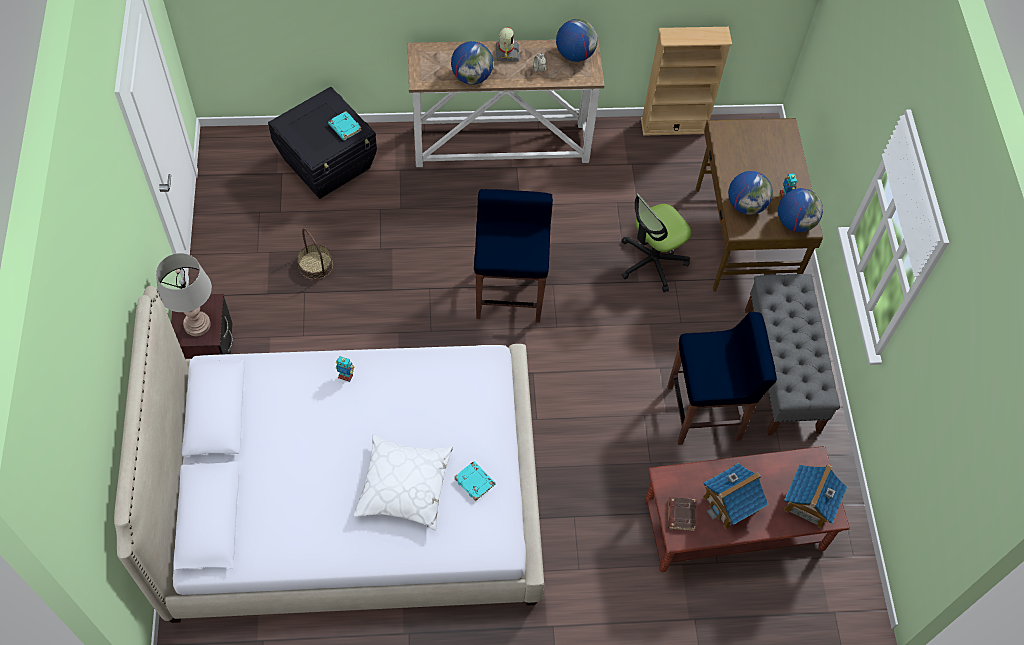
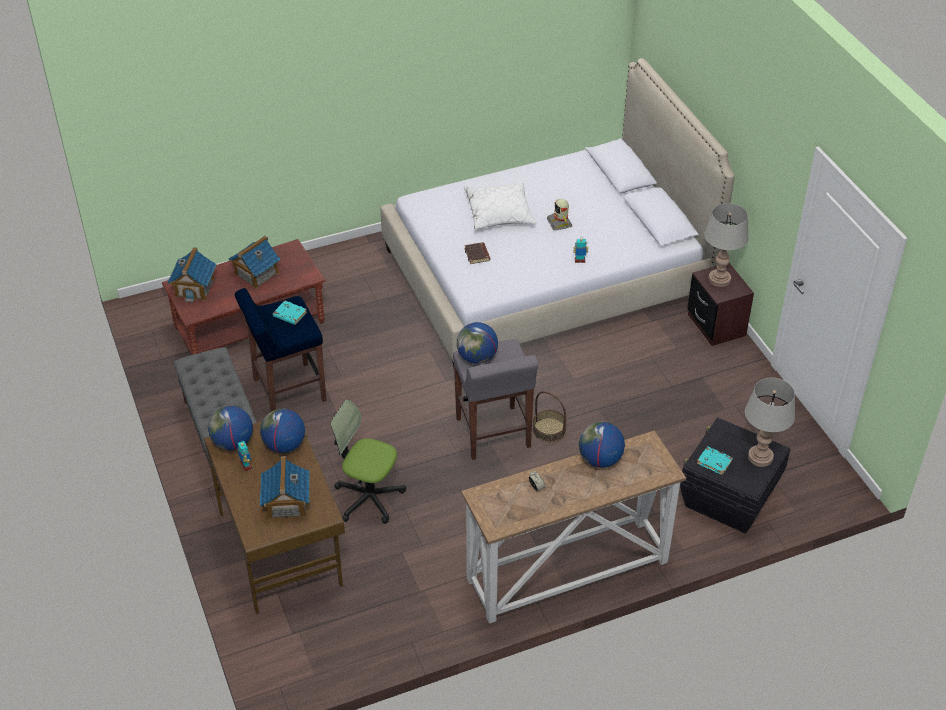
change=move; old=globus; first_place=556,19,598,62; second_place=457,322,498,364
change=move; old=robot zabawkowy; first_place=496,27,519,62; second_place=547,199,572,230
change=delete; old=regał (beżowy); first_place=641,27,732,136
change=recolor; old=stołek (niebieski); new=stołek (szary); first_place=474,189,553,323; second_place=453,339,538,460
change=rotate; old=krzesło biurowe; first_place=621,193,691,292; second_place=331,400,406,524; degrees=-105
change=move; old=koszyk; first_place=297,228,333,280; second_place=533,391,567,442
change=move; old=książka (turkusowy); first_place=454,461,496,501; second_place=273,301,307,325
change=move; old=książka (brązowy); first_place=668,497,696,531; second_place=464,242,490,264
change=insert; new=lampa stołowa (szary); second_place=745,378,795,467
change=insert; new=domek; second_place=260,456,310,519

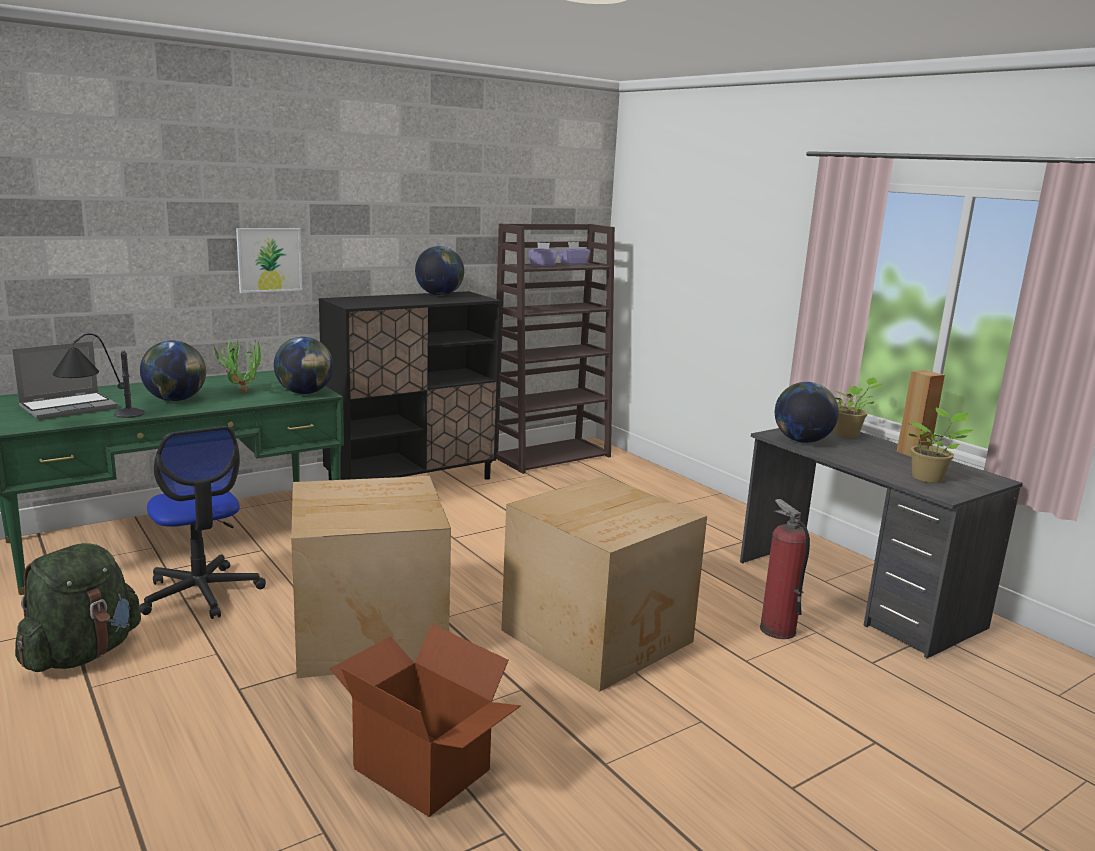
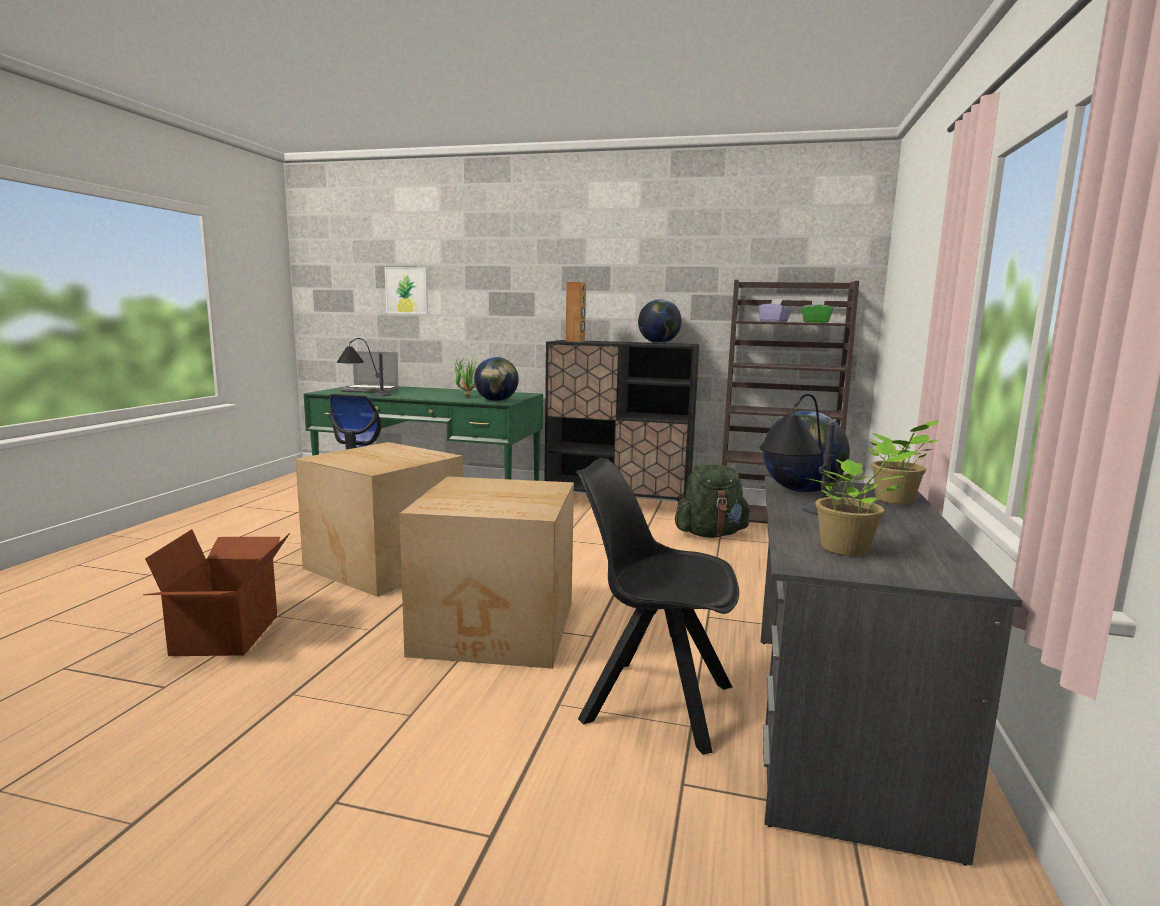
change=move; old=obraz; first_place=236,228,302,293; second_place=385,267,428,314
change=recolor; old=pudełko chusteczek (fioletowy); new=pudełko chusteczek (zielony); first_place=558,242,590,265; second_place=802,299,833,323
change=delete; old=globus; first_place=140,340,206,401
change=move; old=głośnik (brązowy); first_place=897,370,945,457; second_place=566,282,586,342
change=replace; old=gaśnica; new=krzesło (czarny); first_place=760,499,810,639; second_place=576,458,739,755
change=move; old=plecak (zielony); first_place=15,543,141,672; second_place=675,465,750,538
change=insert; new=lampa stołowa; second_place=759,394,835,515

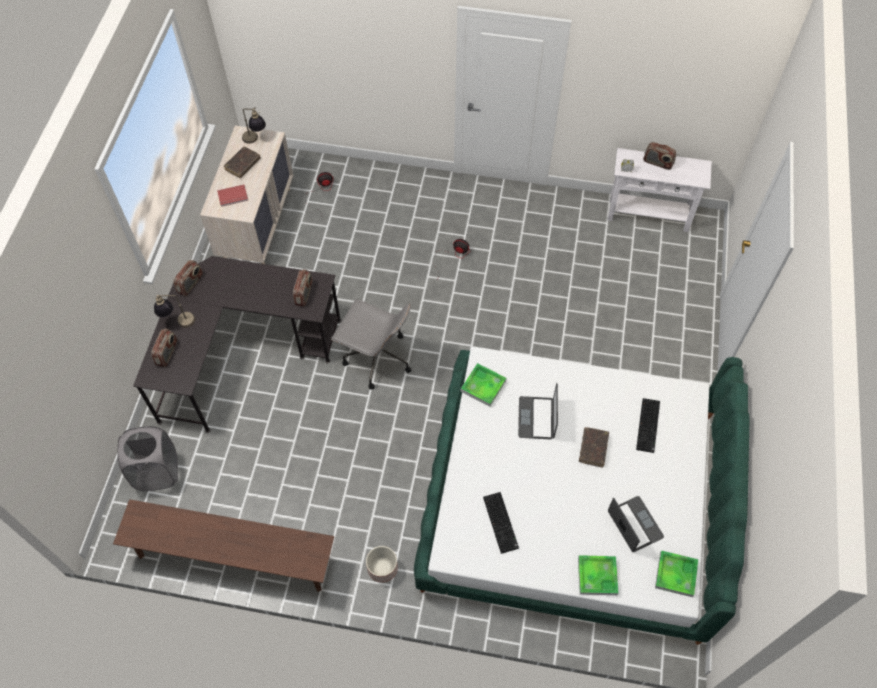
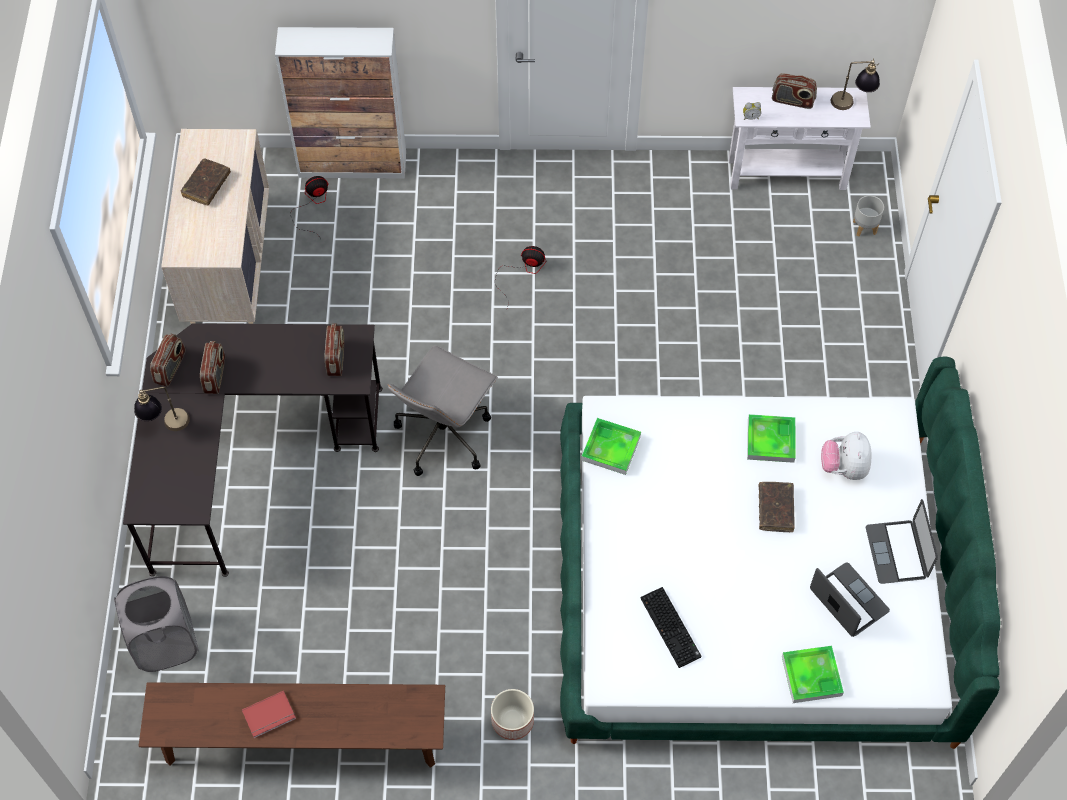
change=move; old=lampa stołowa; first_place=242,107,266,144; second_place=831,58,880,110
change=move; old=książka (czerwony); first_place=217,184,248,207; second_place=242,691,296,738
change=rotate; old=krzesło biurowe (szary); first_place=331,299,411,390; second_place=387,345,498,476; degrees=105
change=move; old=radio; first_place=151,329,177,367; second_place=200,341,225,394
change=move; old=laptop; first_place=518,383,558,440; second_place=866,499,938,584
change=replace; old=klawiatura; new=pluszak; first_place=636,398,660,453; second_place=821,432,871,480
change=move; old=taca; first_place=655,550,699,597; second_place=747,414,795,463
change=insert; new=szafka; second_place=275,27,406,179
change=insert; new=donica (szary); second_place=853,195,884,237

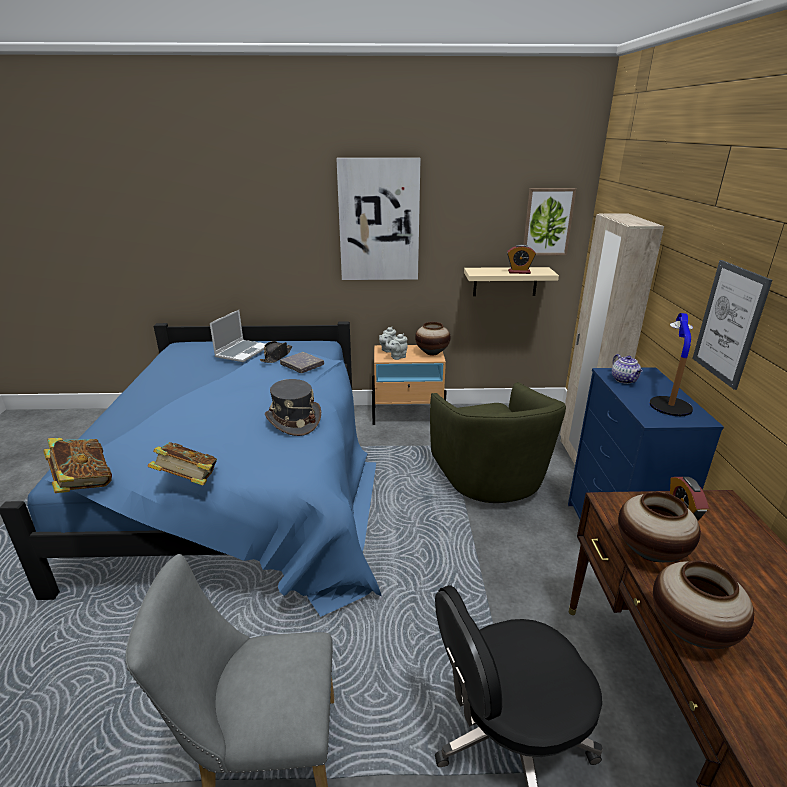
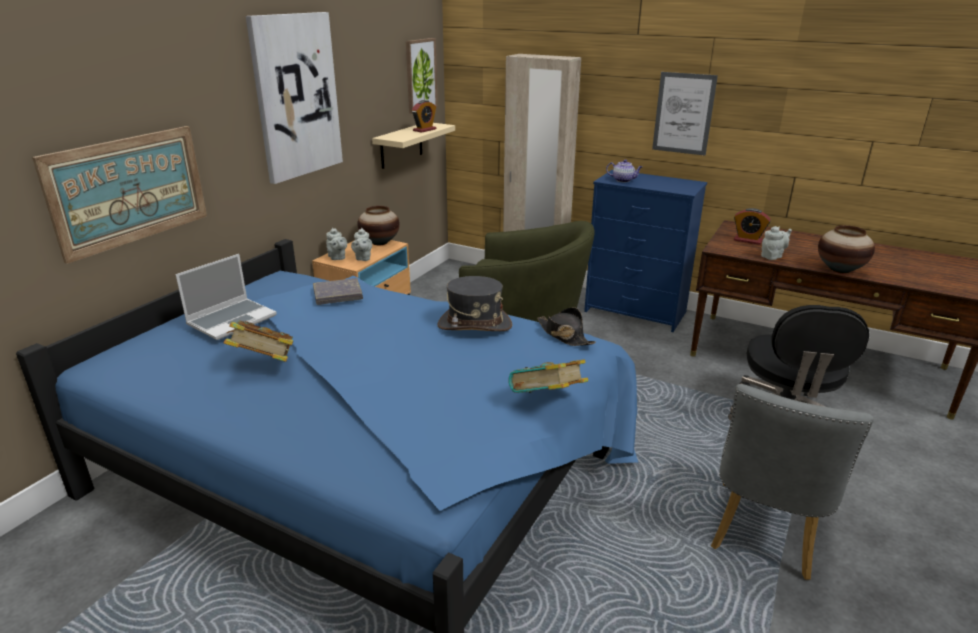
change=rotate; old=laptop; first_place=210,310,266,362; second_place=175,254,277,340; degrees=75
change=delete; old=lampa stołowa; first_place=650,313,693,416
change=move; old=kapelusz (czarny); first_place=260,341,292,363; second_place=537,307,596,346
change=move; old=książka; first_place=44,438,112,493; second_place=224,320,293,362
change=replace; old=wazon; new=imbryk (szary); first_place=618,491,700,562; second_place=761,226,792,260
change=insert; new=obraz; second_place=32,126,207,264

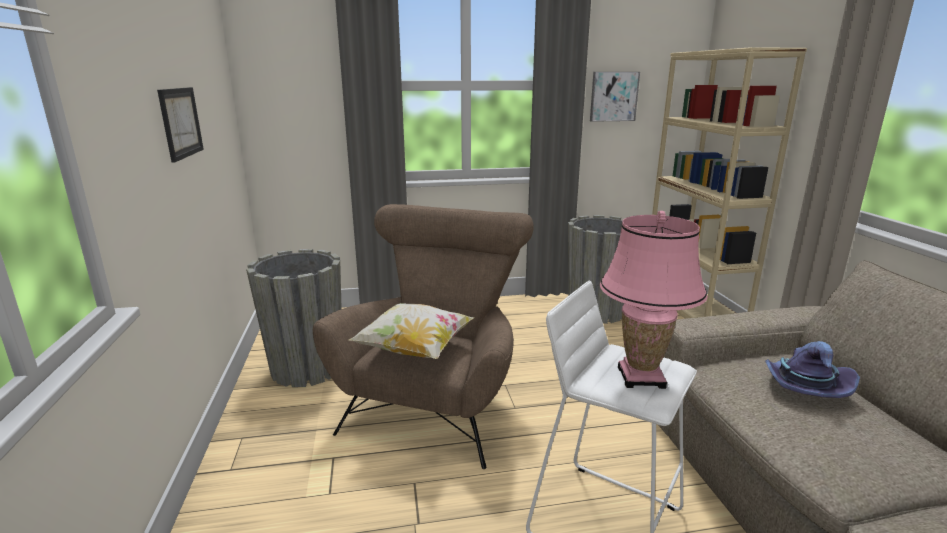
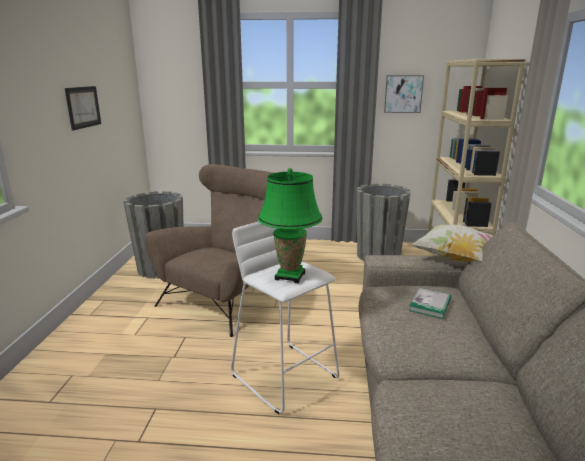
change=recolor; old=lampa stołowa (różowy); new=lampa stołowa (zielony); first_place=600,211,708,389; second_place=258,168,322,283
change=move; old=poduszka; first_place=349,303,474,359; second_place=410,225,493,262
change=replace; old=kapelusz (fioletowy); new=książka; first_place=765,341,860,398; second_place=409,288,451,319

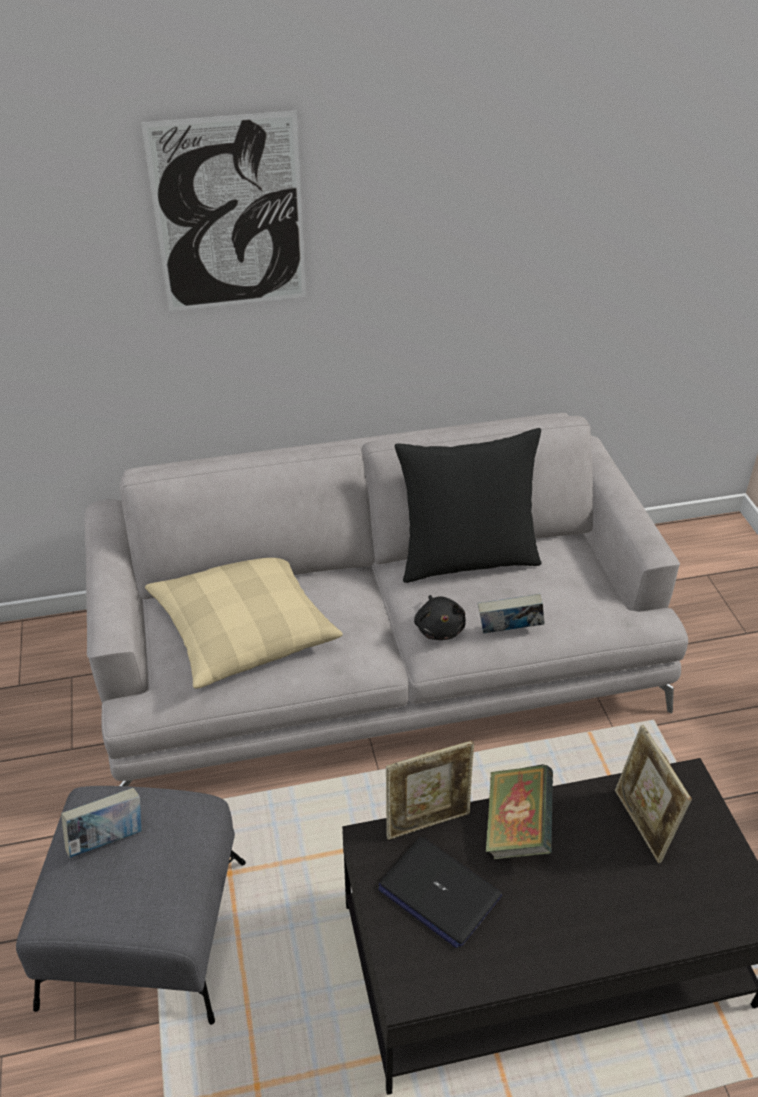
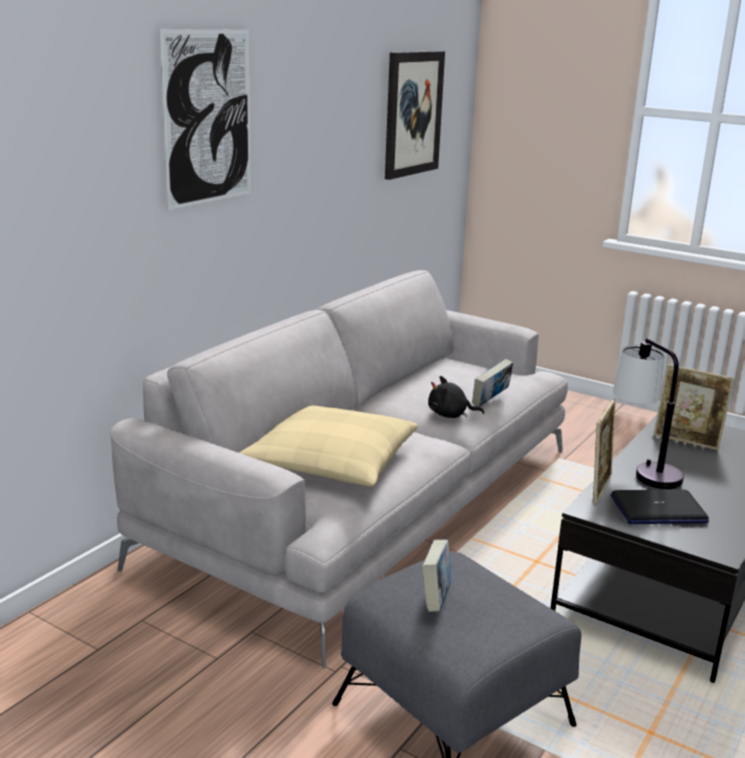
change=delete; old=poduszka (czarny); first_place=395,428,542,583
change=rotate; old=pluszak (czarny); first_place=414,595,466,640; second_place=428,376,484,418; degrees=150
change=replace; old=książka; new=lampa stołowa; first_place=485,764,553,860; second_place=613,338,684,489
change=insert; new=obraz; second_place=385,51,445,180

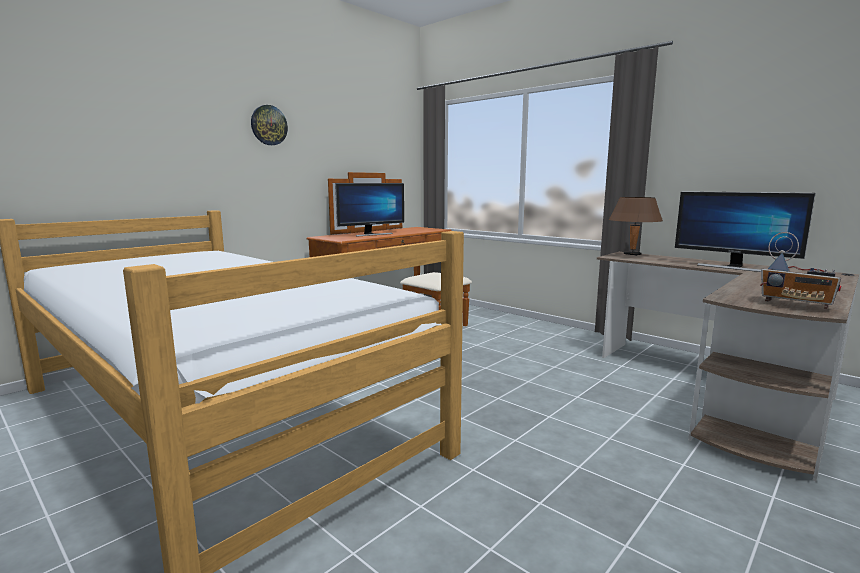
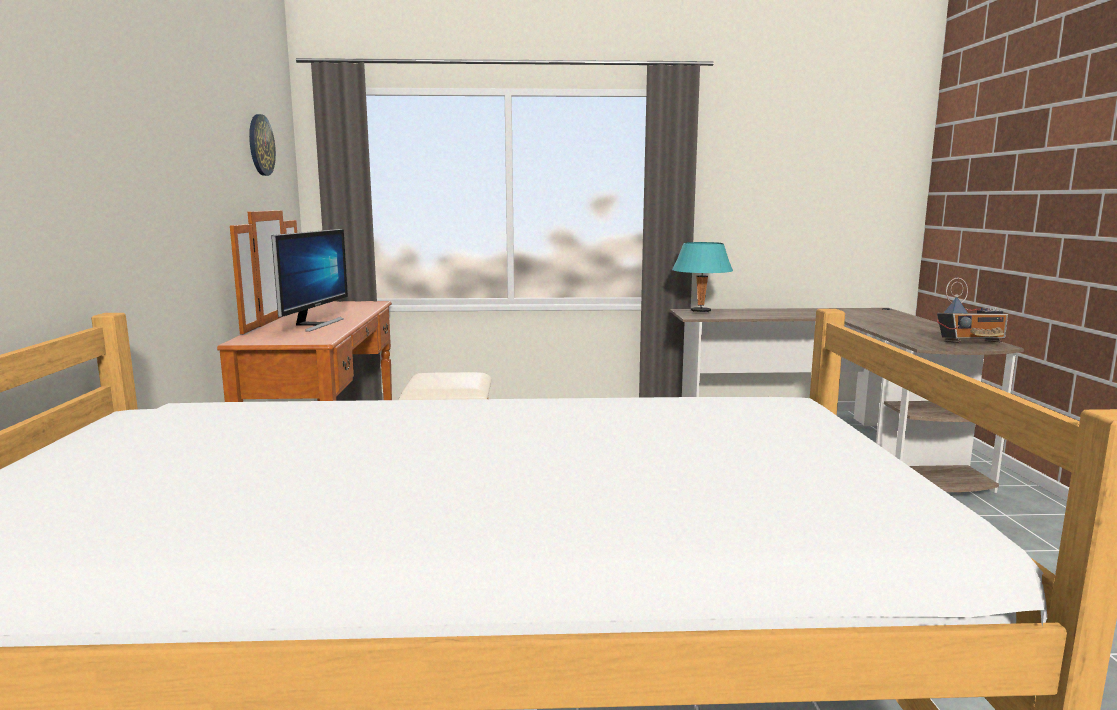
change=move; old=zegar ścienny; first_place=251,105,288,145; second_place=249,114,276,176
change=delete; old=monitor; first_place=675,191,816,272
change=recolor; old=lampa stołowa (brązowy); new=lampa stołowa (turkusowy); first_place=609,197,663,256; second_place=672,242,733,312

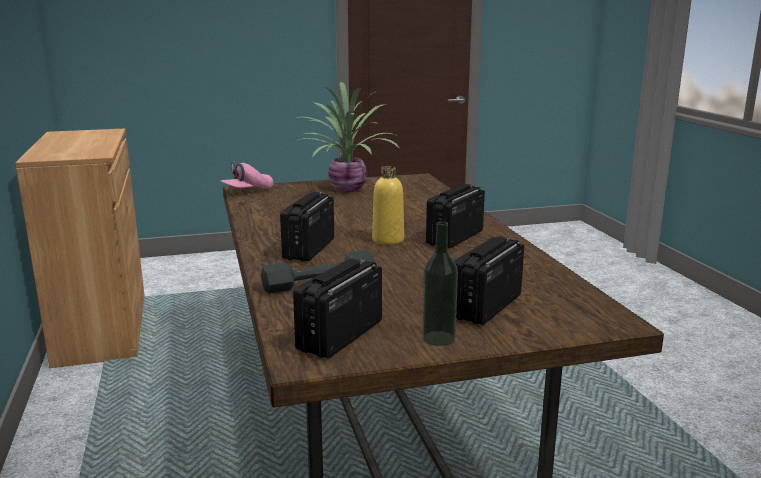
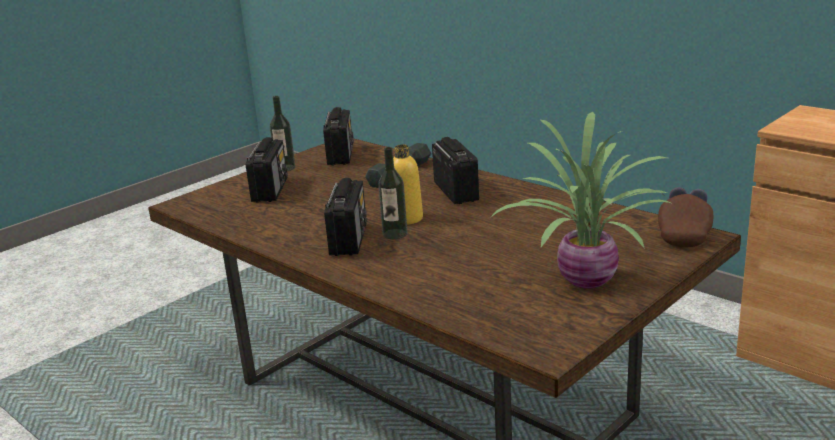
change=recolor; old=czapka z daszkiem (różowy); new=czapka z daszkiem (brązowy); first_place=221,161,274,190; second_place=658,187,713,247
change=insert; new=butelka; second_place=378,147,408,239

